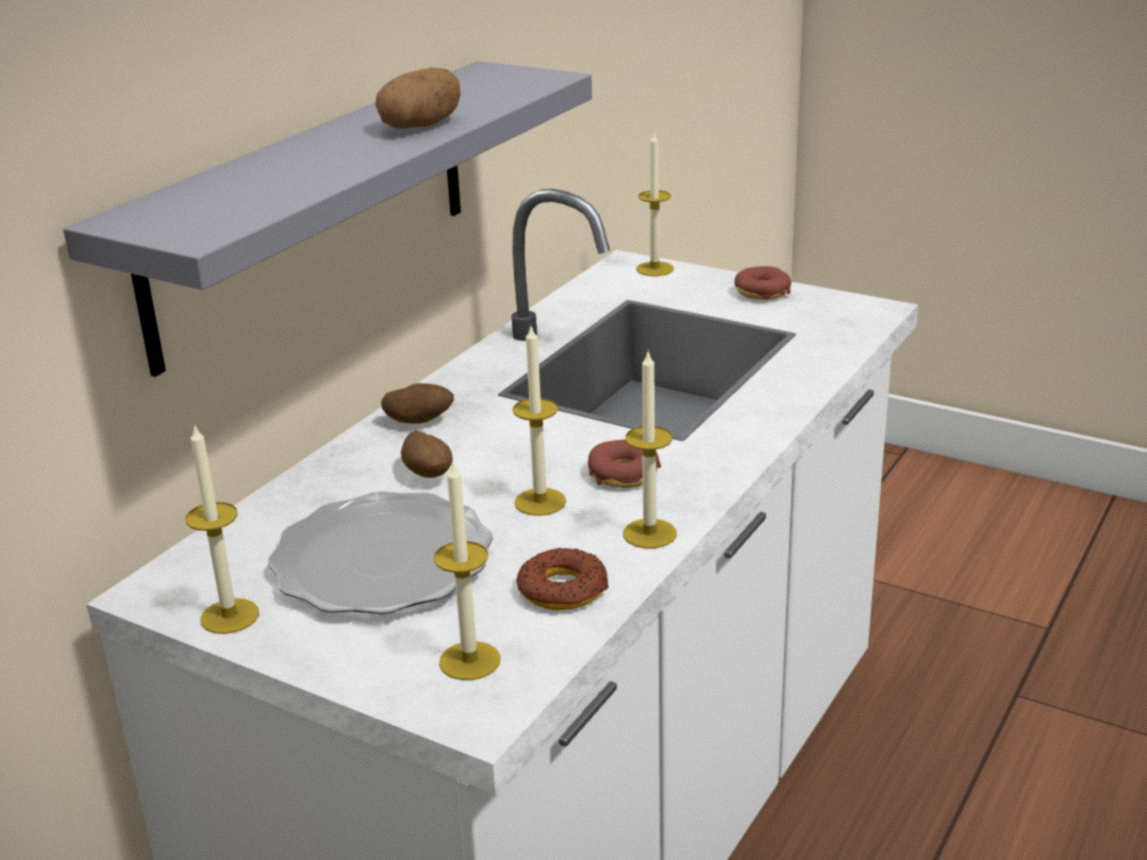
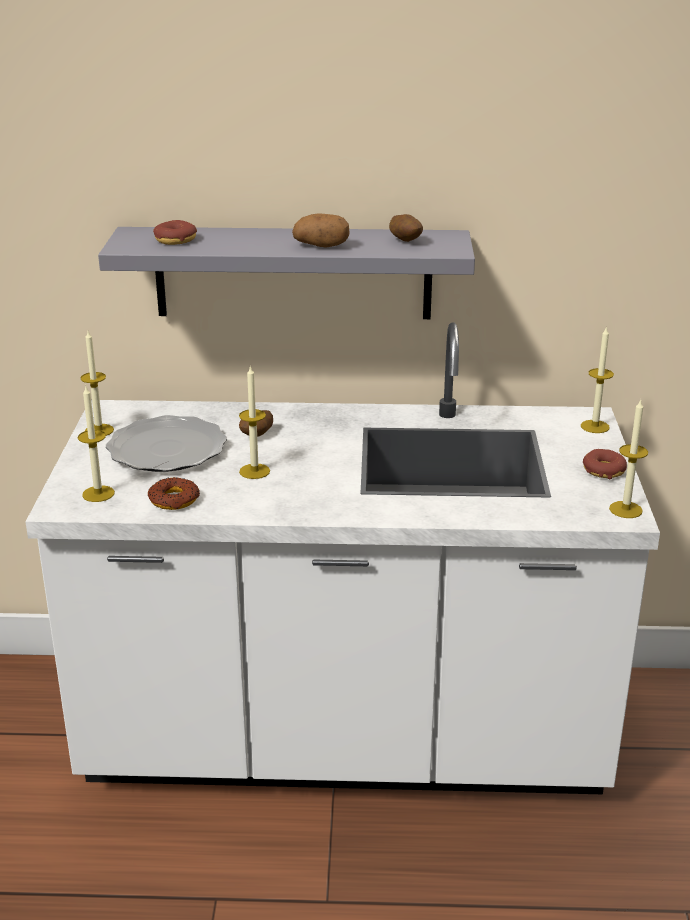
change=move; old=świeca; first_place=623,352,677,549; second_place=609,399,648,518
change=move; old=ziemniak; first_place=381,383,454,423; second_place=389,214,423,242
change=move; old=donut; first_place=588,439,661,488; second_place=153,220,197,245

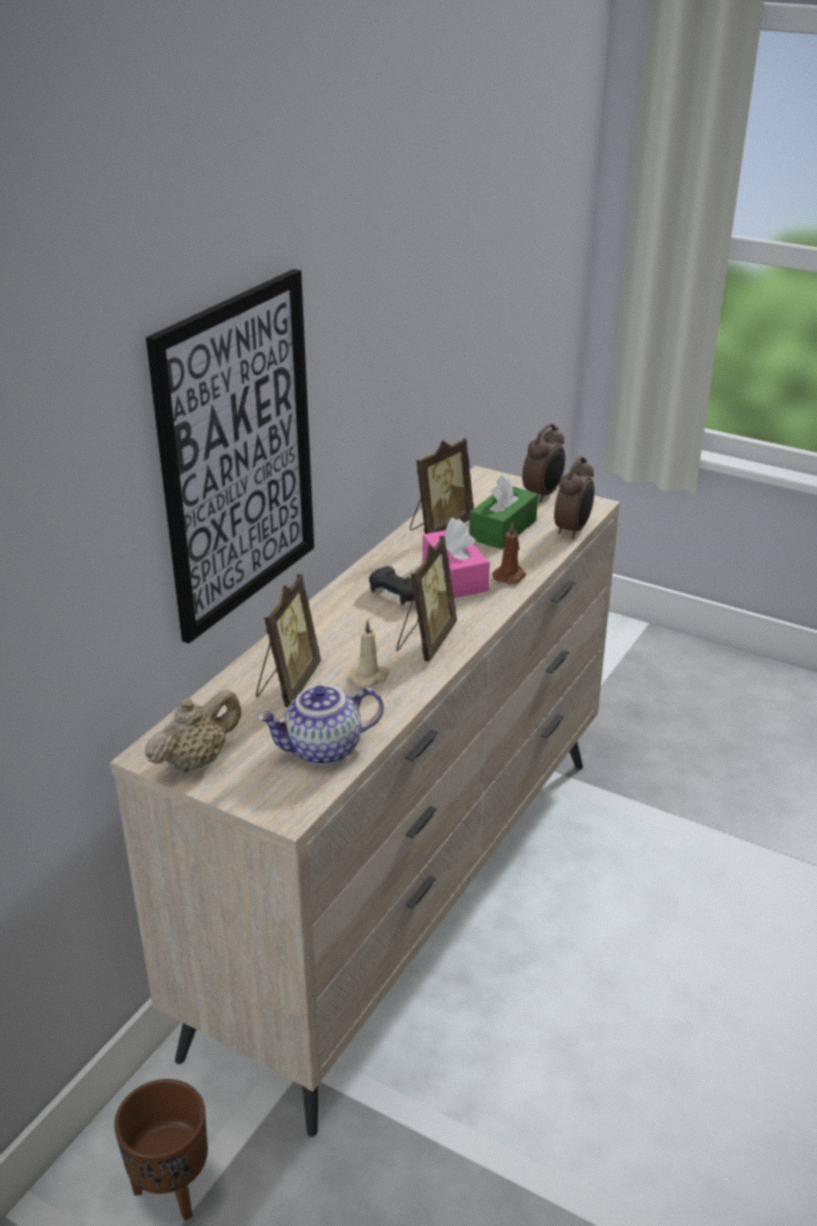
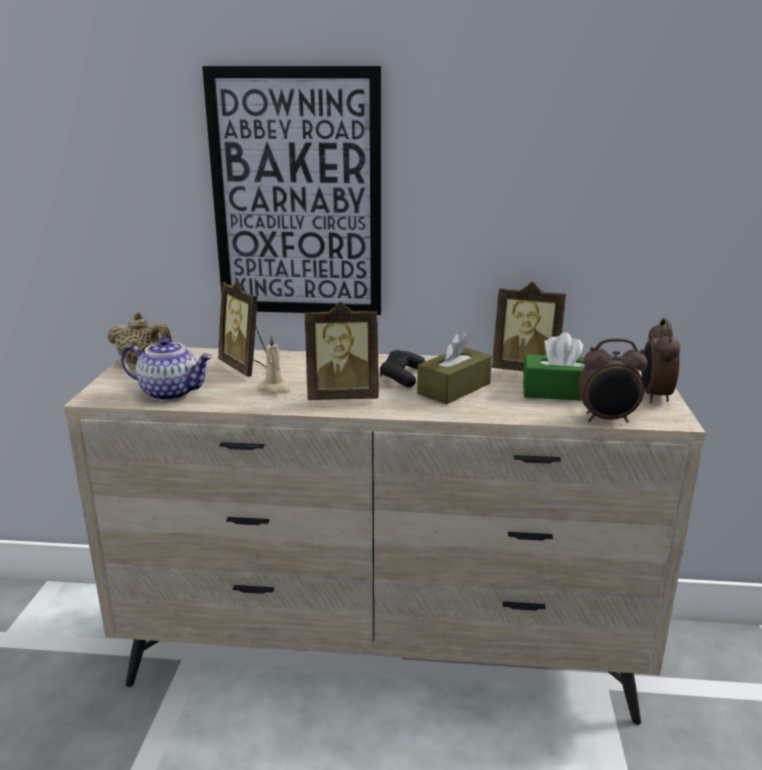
change=rotate; old=budzik; first_place=522,424,565,502; second_place=641,318,680,403; degrees=90
change=recolor; old=pudełko chusteczek (różowy); new=pudełko chusteczek (brązowy); first_place=422,518,490,598; second_place=417,331,492,404
change=delete; old=świeca (brązowy); first_place=492,523,526,584
change=rotate; old=ramka na zdjęcie; first_place=256,574,321,707; second_place=218,280,266,377; degrees=60
change=rotate; old=imbryk; first_place=257,685,384,765; second_place=121,337,213,401; degrees=150
change=delete; old=donica (brązowy); first_place=114,1079,208,1221

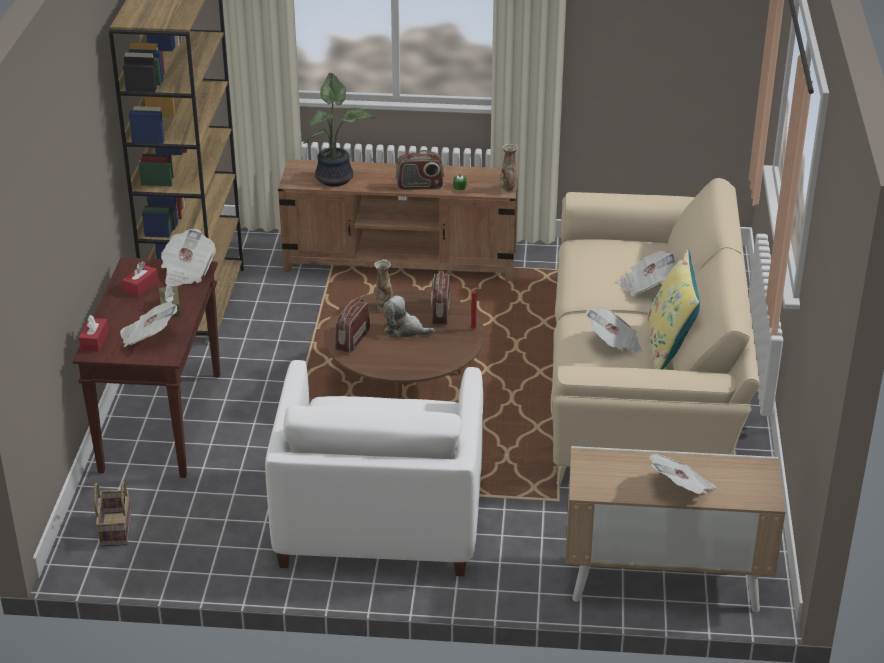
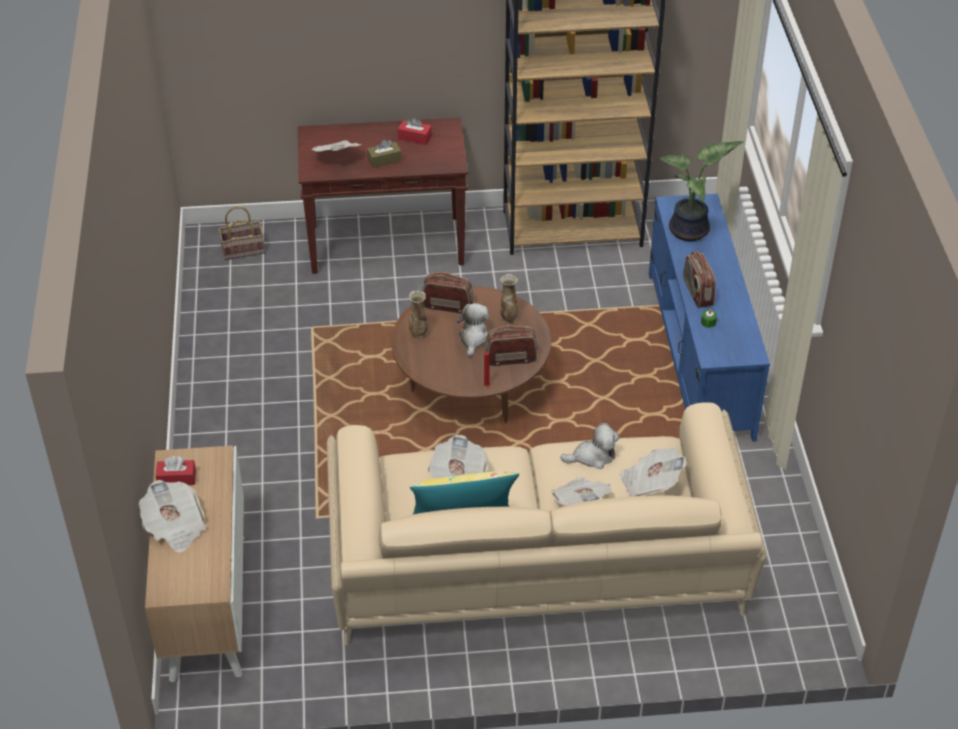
change=move; old=wazon; first_place=500,143,518,194; second_place=409,290,428,340
change=recolor; old=szafka pod telewizor (brązowy); new=szafka pod telewizor (niebieski); first_place=278,159,519,281; second_place=649,194,770,442
change=move; old=gazeta; first_place=161,229,216,286; second_place=620,447,686,497
change=move; old=pudełko chusteczek (czerwony); first_place=79,315,109,352; second_place=156,456,196,485
change=delete; old=fotel (biały); first_place=265,360,483,576
change=insert; new=pluszak; second_place=560,423,620,469

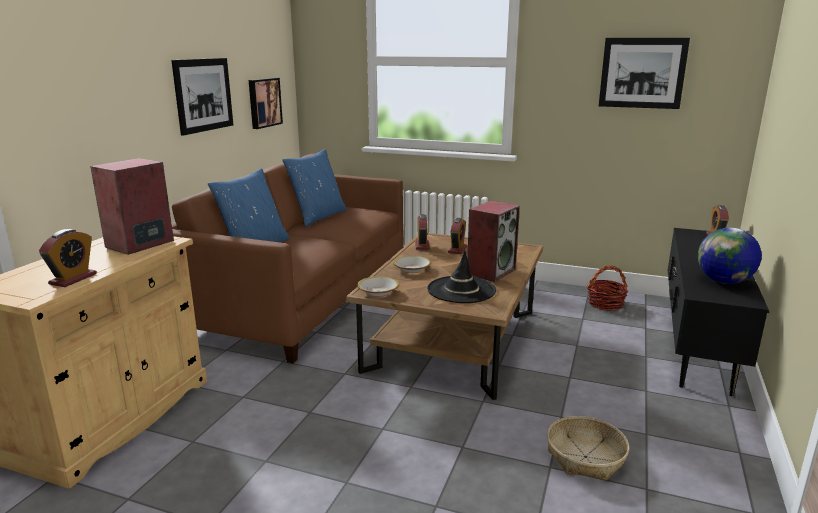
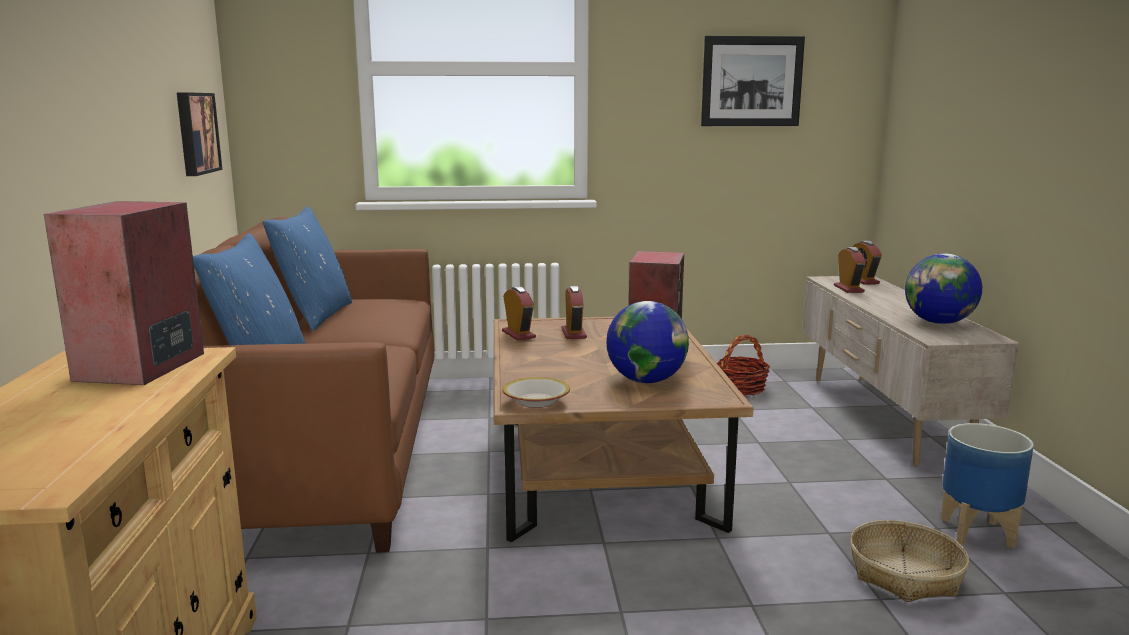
change=delete; old=obraz; first_place=171,58,233,136
change=recolor; old=szafka pod telewizor (czarny); new=szafka pod telewizor (beżowy); first_place=668,228,769,396; second_place=803,276,1021,466
change=move; old=budzik; first_place=39,229,97,287; second_place=834,247,866,293
change=replace; old=kapelusz (czarny); new=globus; first_place=427,251,496,303; second_place=606,301,689,383
change=delete; old=miska; first_place=393,256,431,273
change=insert; new=donica; second_place=941,423,1034,549

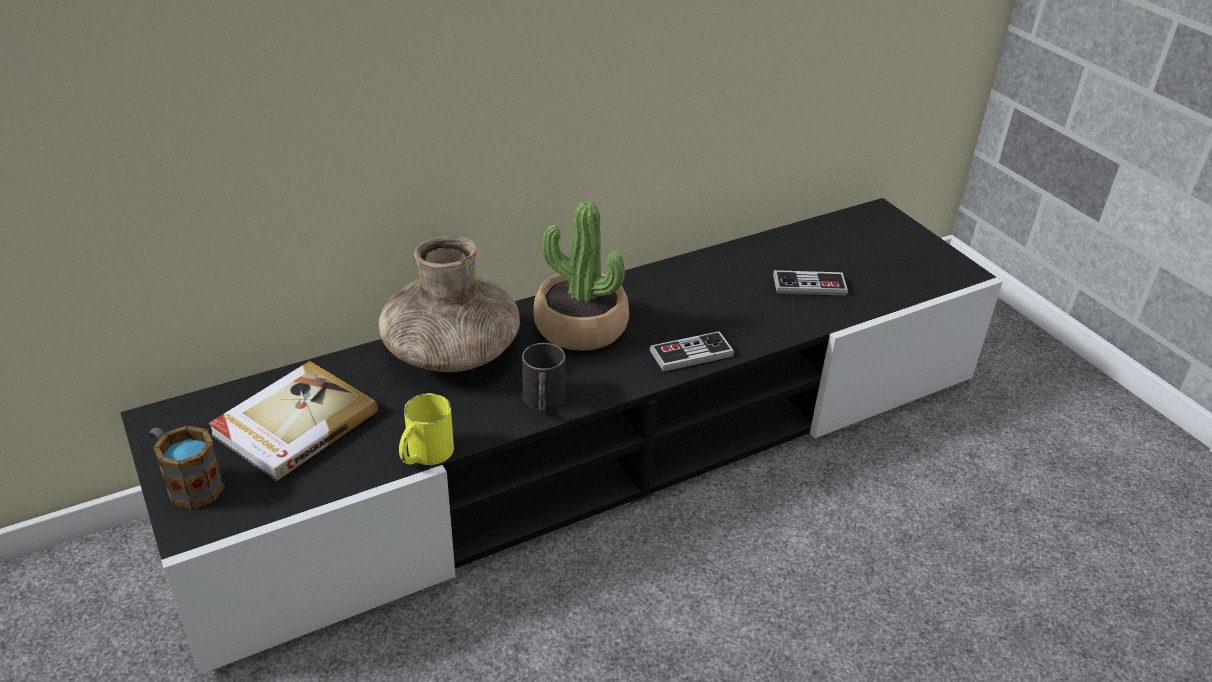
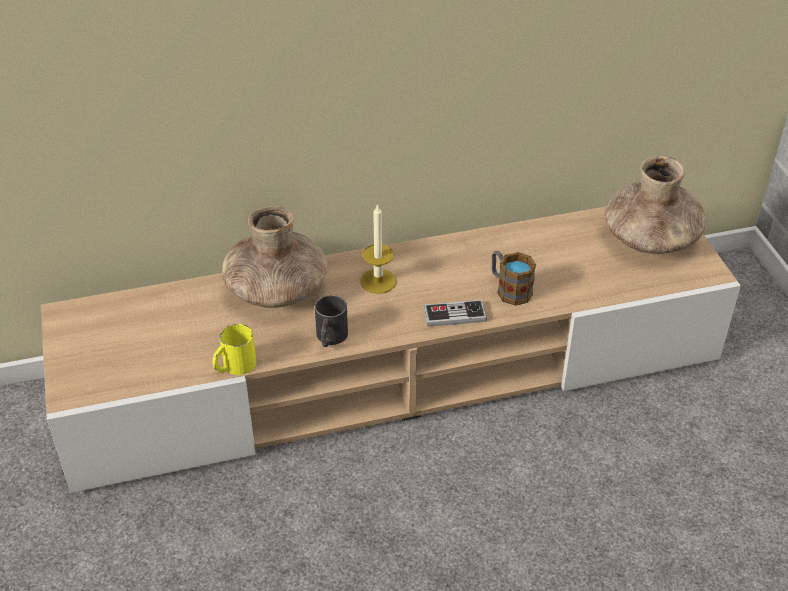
change=recolor; old=szafka pod telewizor (czarny); new=szafka pod telewizor (beżowy); first_place=120,198,1003,675; second_place=41,206,741,493
change=replace; old=roślina doniczkowa; new=świeca; first_place=534,201,629,351; second_place=360,204,397,294
change=delete; old=pad do gier; first_place=773,270,848,296
change=delete; old=książka; first_place=208,361,378,481
change=move; old=kubek; first_place=150,425,225,510; second_place=492,251,536,306
change=insert; new=wazon (brązowy); second_place=605,156,706,254

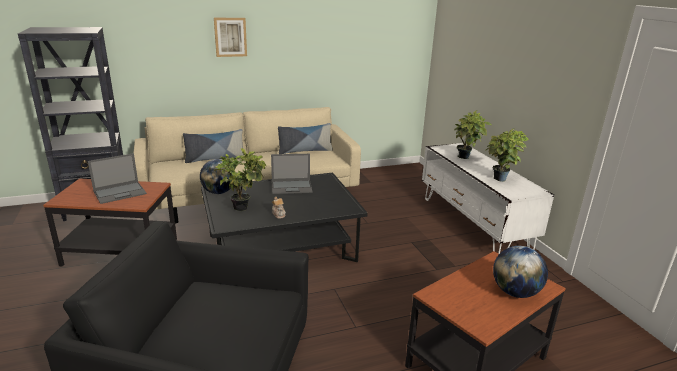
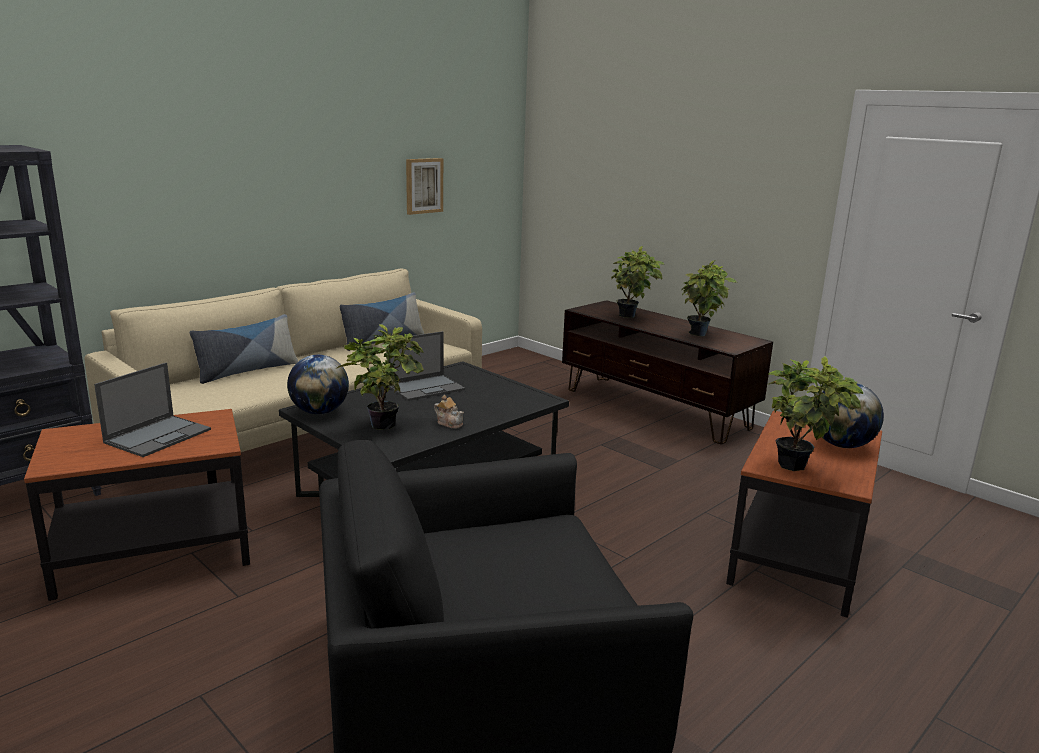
change=move; old=obraz; first_place=214,18,247,57; second_place=406,158,443,215
change=recolor; old=szafka pod telewizor (biały); new=szafka pod telewizor (brązowy); first_place=422,143,554,254; second_place=562,300,773,445
change=insert; new=roślina doniczkowa; second_place=767,356,863,471

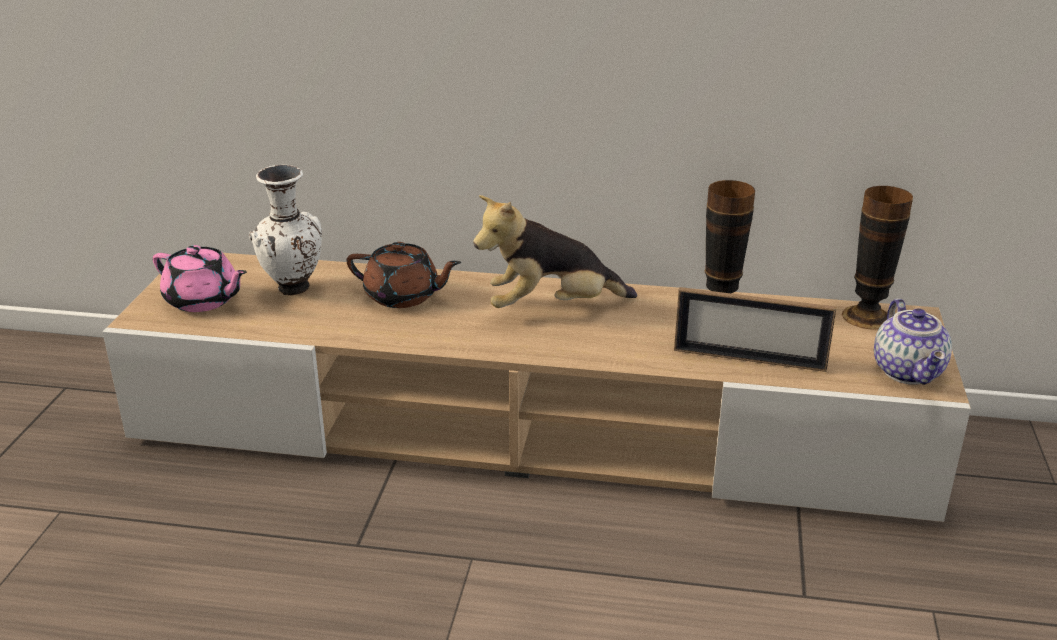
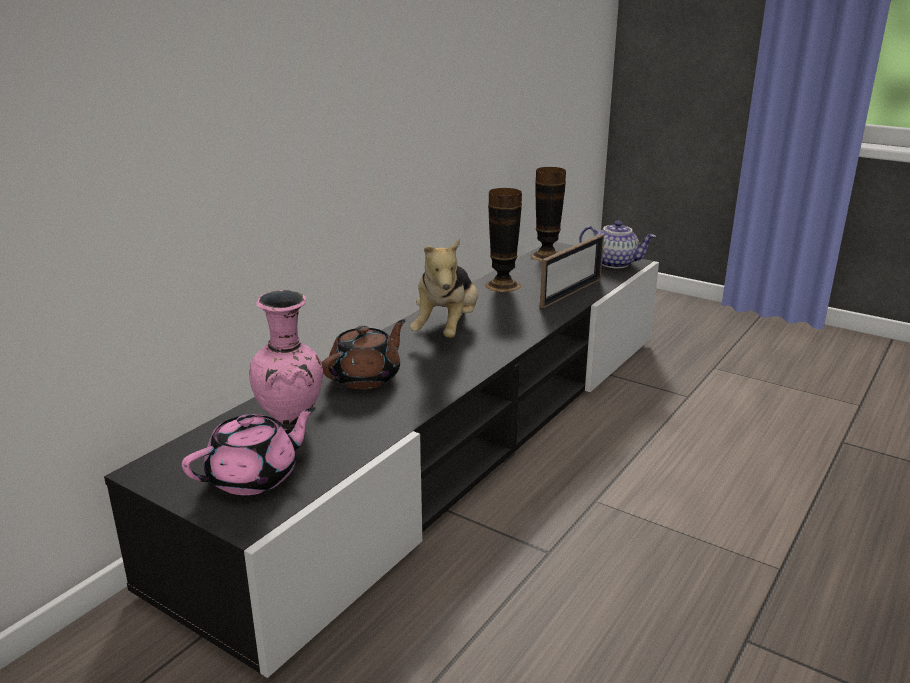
change=recolor; old=wazon (biały); new=wazon (różowy); first_place=249,165,322,295; second_place=249,290,323,431
change=recolor; old=szafka pod telewizor (beżowy); new=szafka pod telewizor (czarny); first_place=103,253,971,522; second_place=104,242,659,678

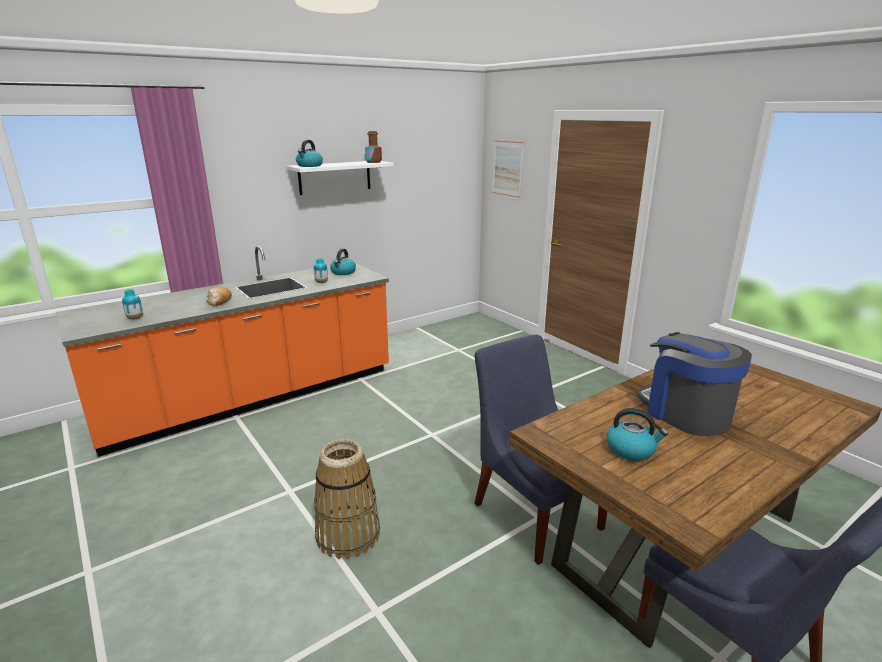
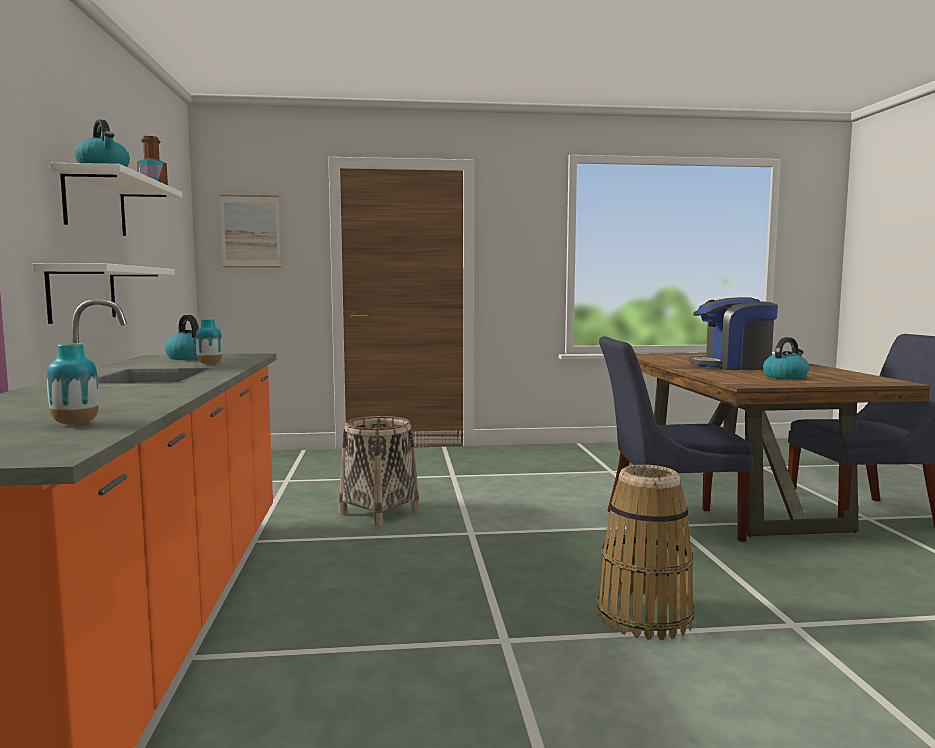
change=delete; old=chleb; first_place=206,286,232,306
change=insert; new=półka (biały); second_place=32,263,175,324
change=insert; new=koszyk; second_place=339,416,420,526

